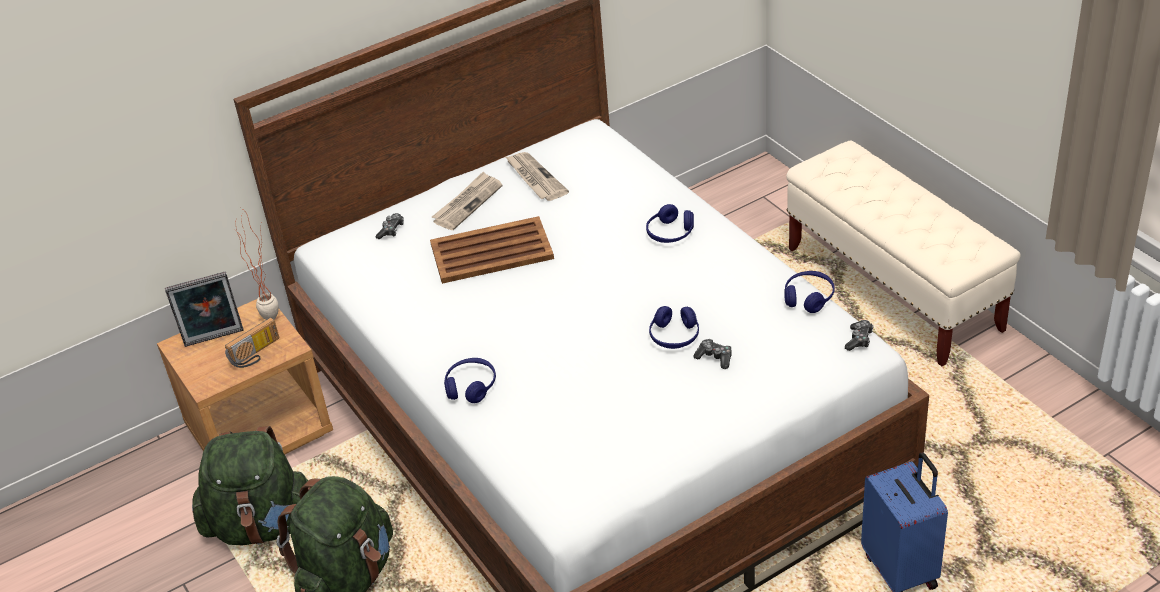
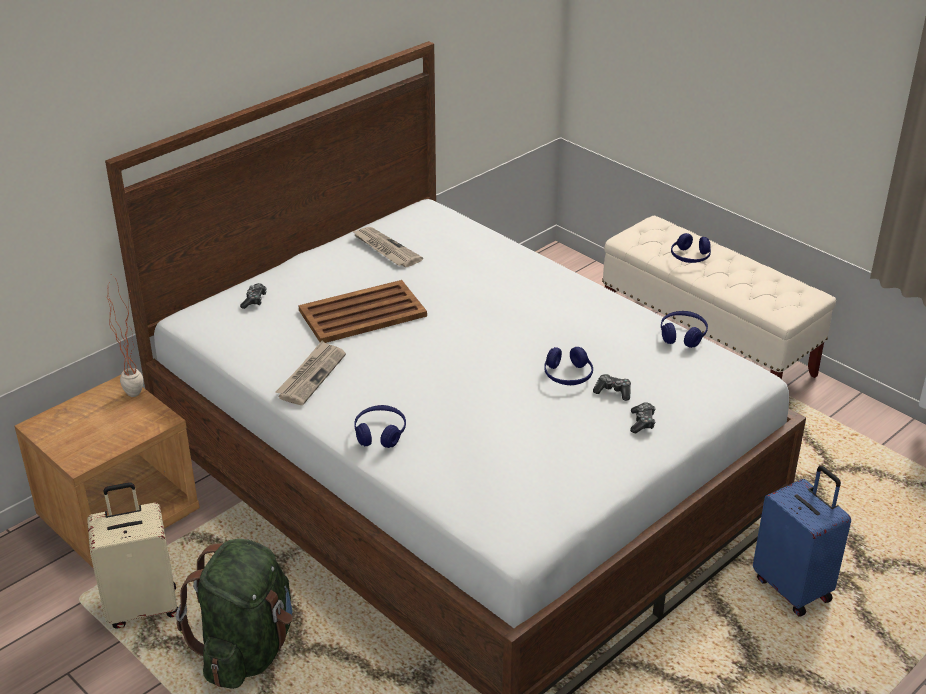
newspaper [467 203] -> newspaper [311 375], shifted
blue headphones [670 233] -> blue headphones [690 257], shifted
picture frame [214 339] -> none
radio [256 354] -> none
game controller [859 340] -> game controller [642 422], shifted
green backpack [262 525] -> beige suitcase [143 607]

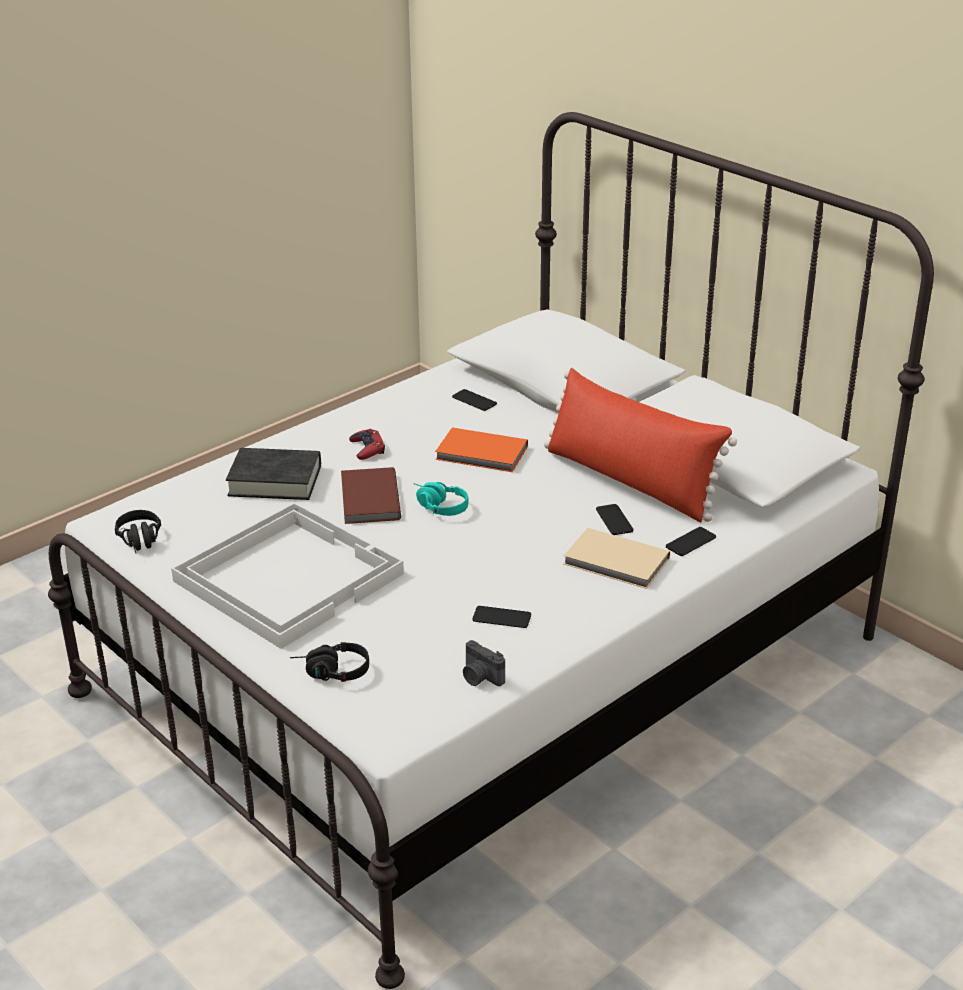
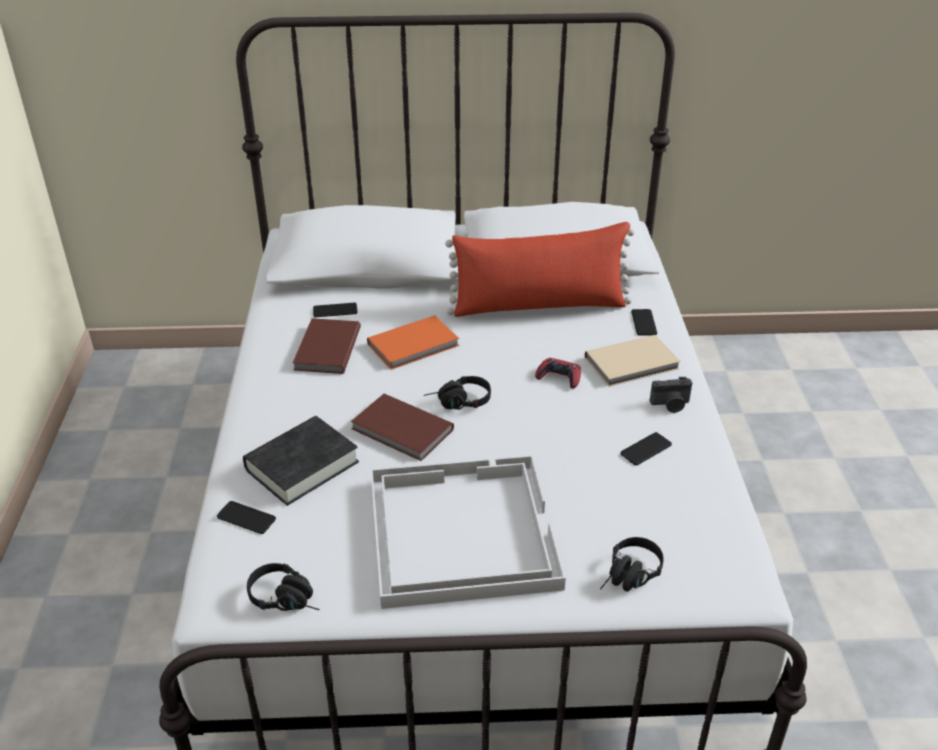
red game controller [367 448] -> red game controller [559 377], shifted
turquoise headphones [436 506] -> black headphones [458 403]
phone [614 520] -> phone [246 518], shifted
photo camera [480 677] -> photo camera [670 405], shifted
none -> brown book [325 349]

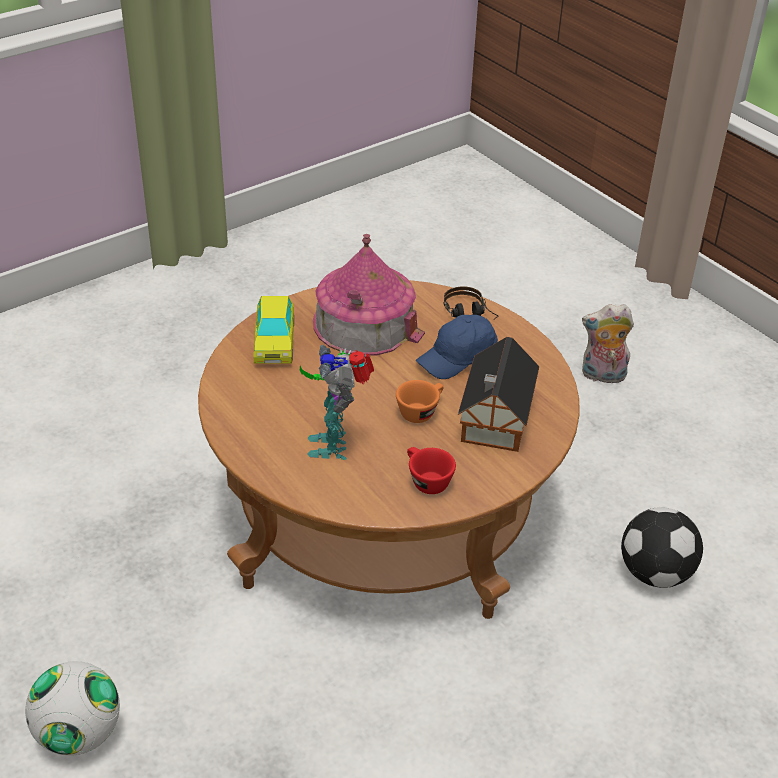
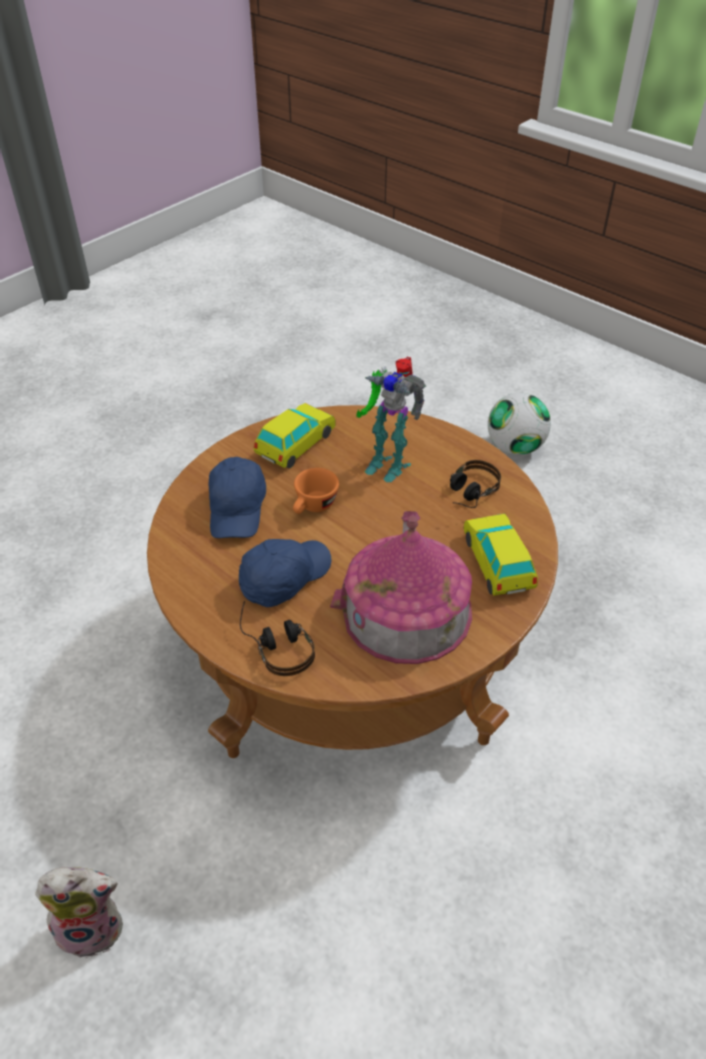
toy house [494 421] -> blue cap [237 509]
toy robot [334 444] -> toy robot [387 463], 135 degrees clockwise
red cup [426 480] -> toy car [295 444]
football [655 574] -> none
none -> headphones [467 494]

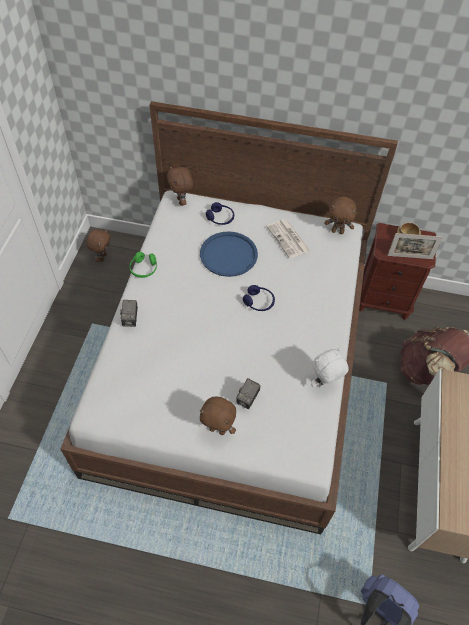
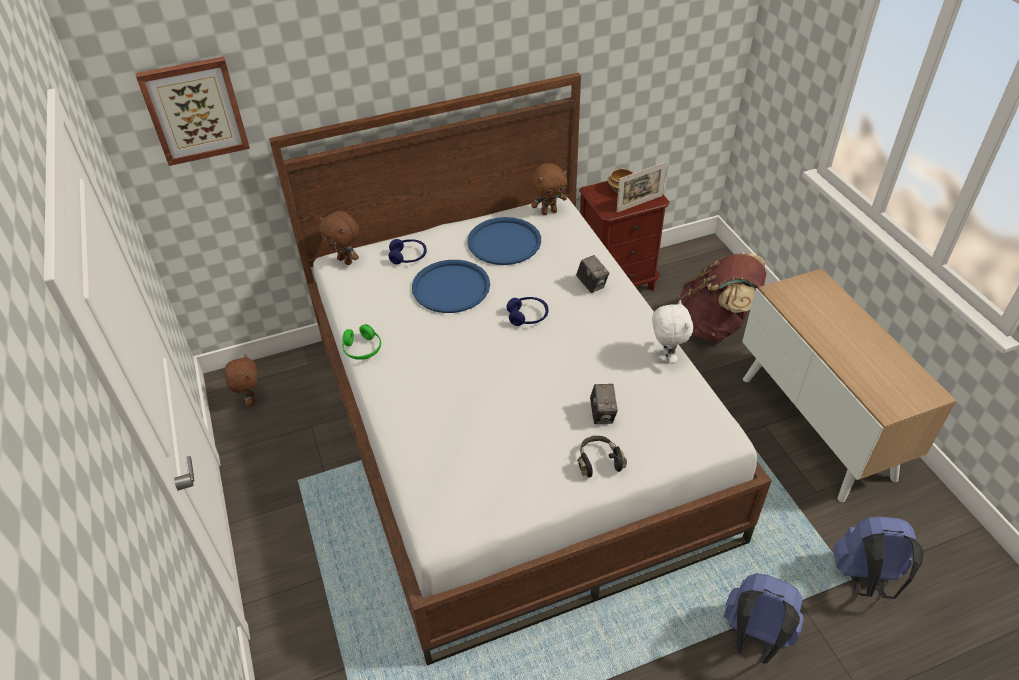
newspaper [288 239] -> blue tray [504 242]
photo camera [130 319] -> photo camera [591 284], shifted
white plush toy [324 384] -> white plush toy [666 356], 150 degrees clockwise
brown plush toy [218 429] -> black headphones [599 462]
none -> picture [195 110]
none -> blue backpack [755 637]

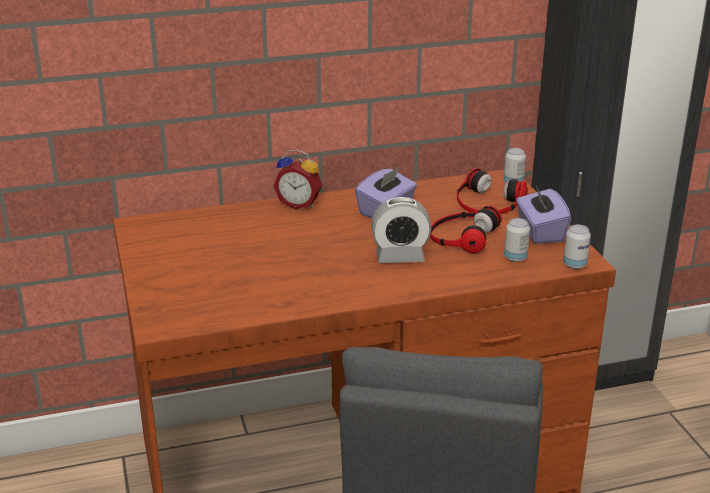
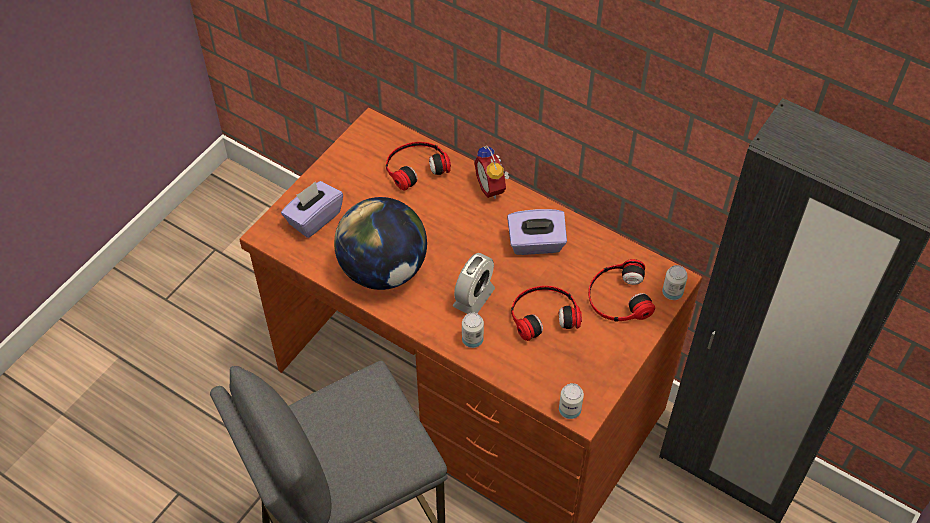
purple tissue box [540 232] -> purple tissue box [314 218], shifted
alarm clock [400 257] -> alarm clock [474 297], 105 degrees counterclockwise
can [515 258] -> can [472 340], shifted
none -> headphones [415 166]
none -> globe [383 270]

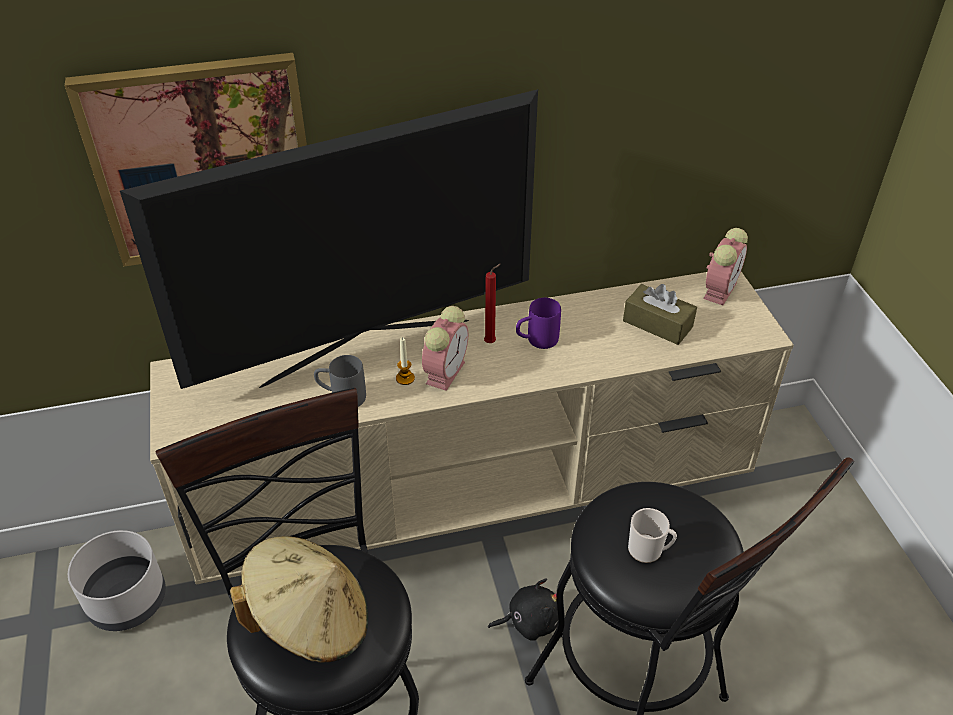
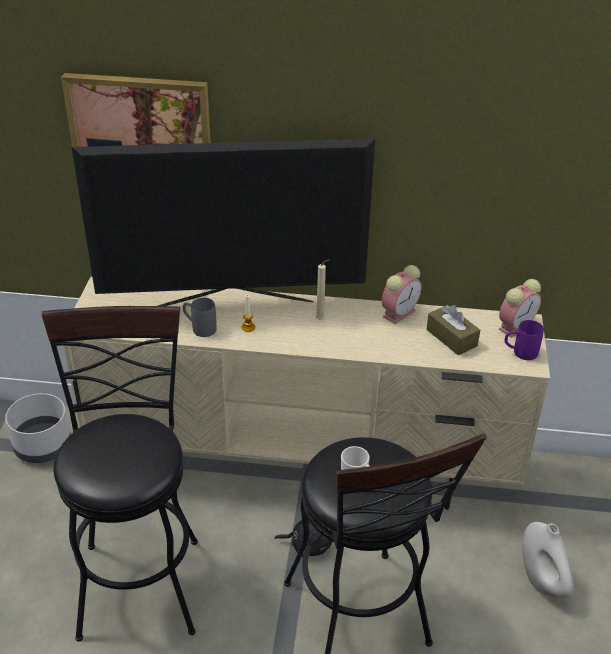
red candle [491 342] -> beige candle [321 320]
purple mug [536 341] -> purple mug [519 353], shifted
alarm clock [445 371] -> alarm clock [399 312], shifted
beige hat [311 620] -> none
none -> white vase [541 581]

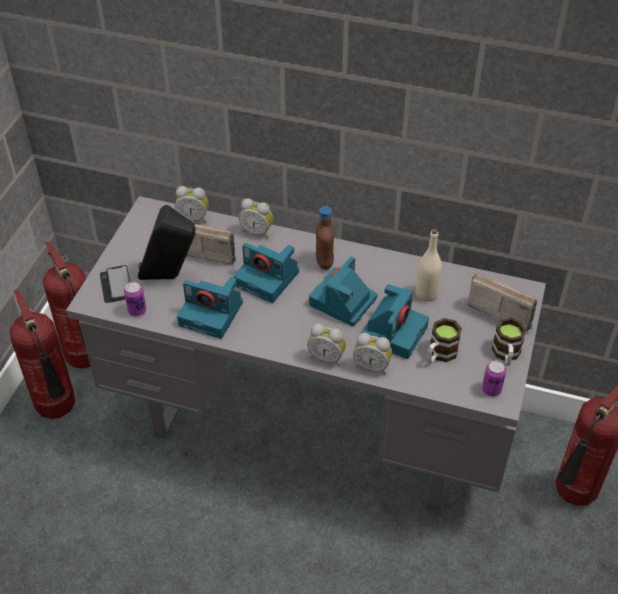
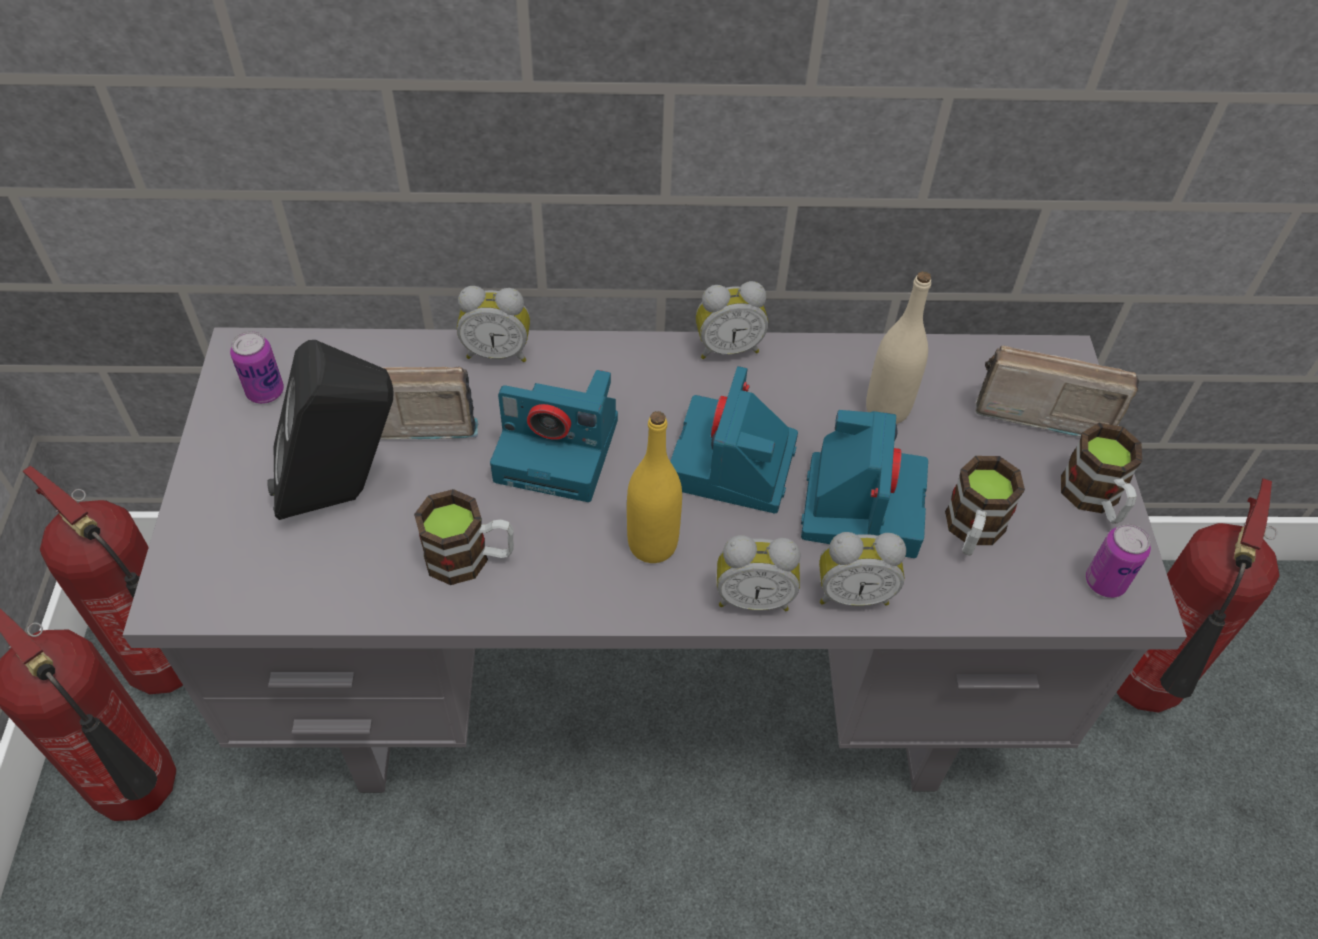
alarm clock [193 218] -> alarm clock [727 347], shifted
brown bottle [324 262] -> none
phone [116 285] -> none
photo camera [212 314] -> mug [470 558]
can [137 311] -> can [265 392], shifted
none -> yellow bottle [652 544]

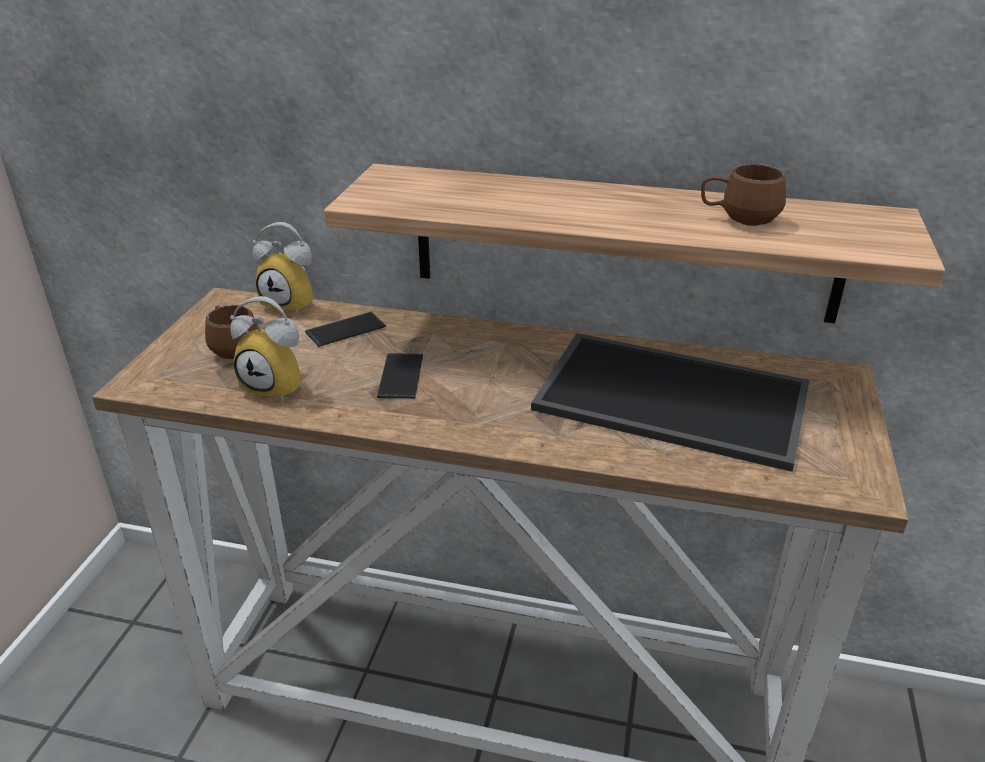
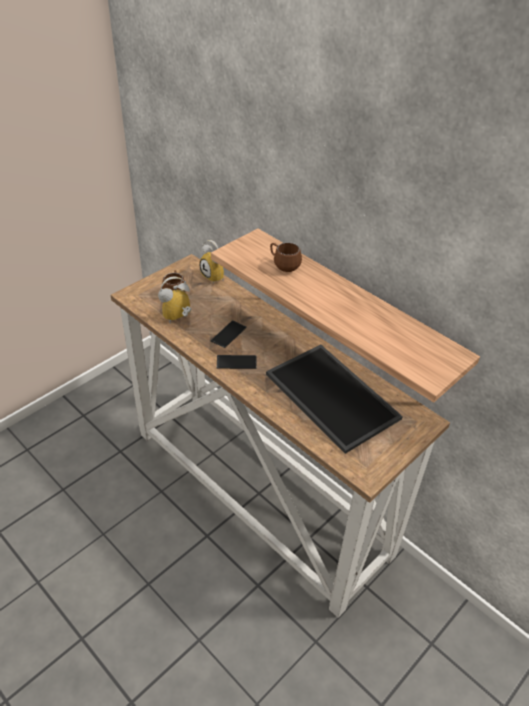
brown mug [738 220] -> brown mug [283 265], shifted
alarm clock [279 386] -> alarm clock [178 319], 90 degrees clockwise
phone [345 330] -> phone [236 362], shifted

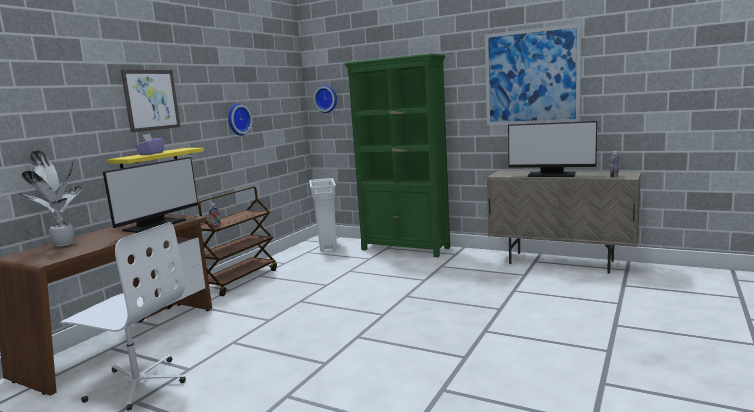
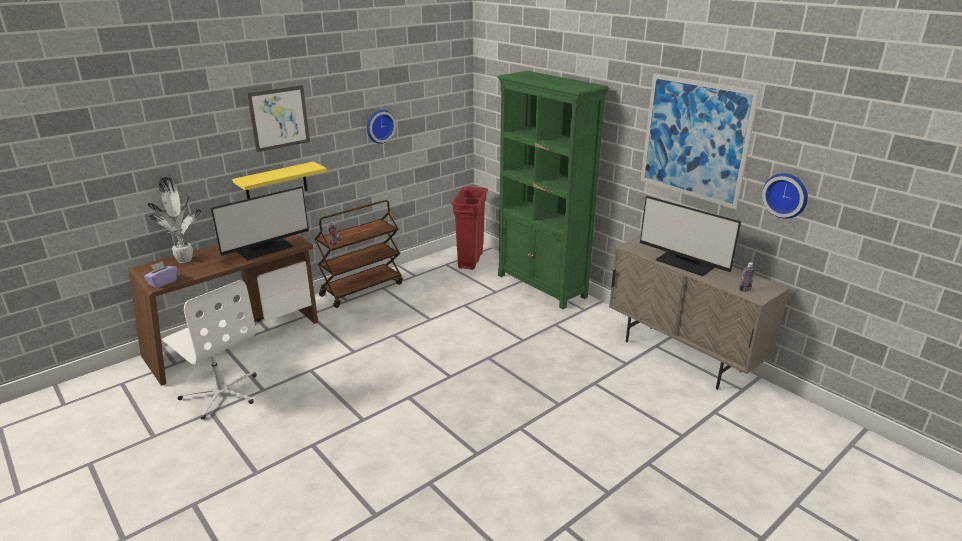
wall clock [326 98] -> wall clock [786 195], shifted
purple tissue box [151 153] -> purple tissue box [163 282], shifted
white trash can [327 246] -> red trash can [470 261]

